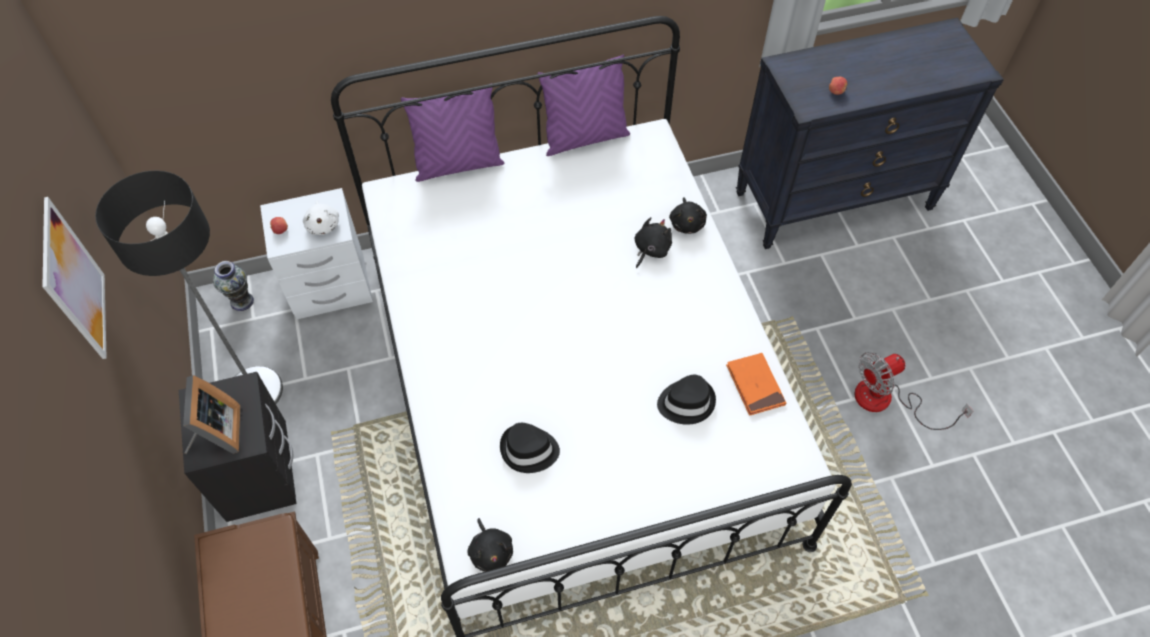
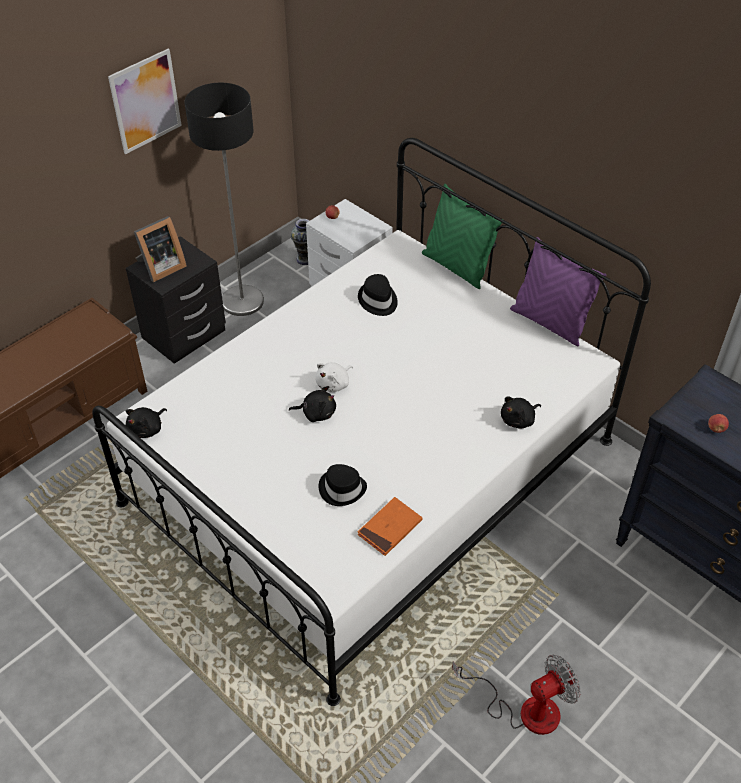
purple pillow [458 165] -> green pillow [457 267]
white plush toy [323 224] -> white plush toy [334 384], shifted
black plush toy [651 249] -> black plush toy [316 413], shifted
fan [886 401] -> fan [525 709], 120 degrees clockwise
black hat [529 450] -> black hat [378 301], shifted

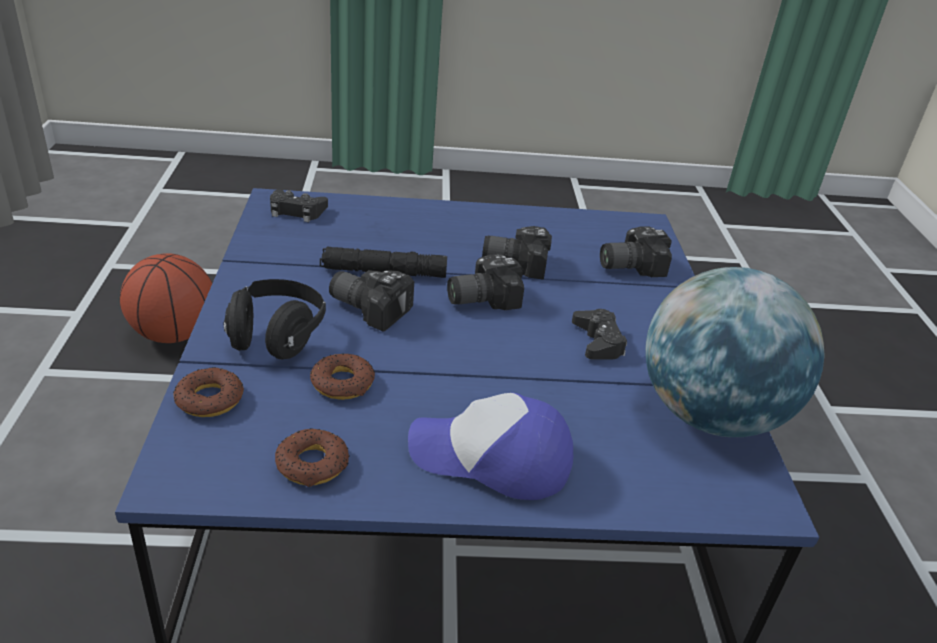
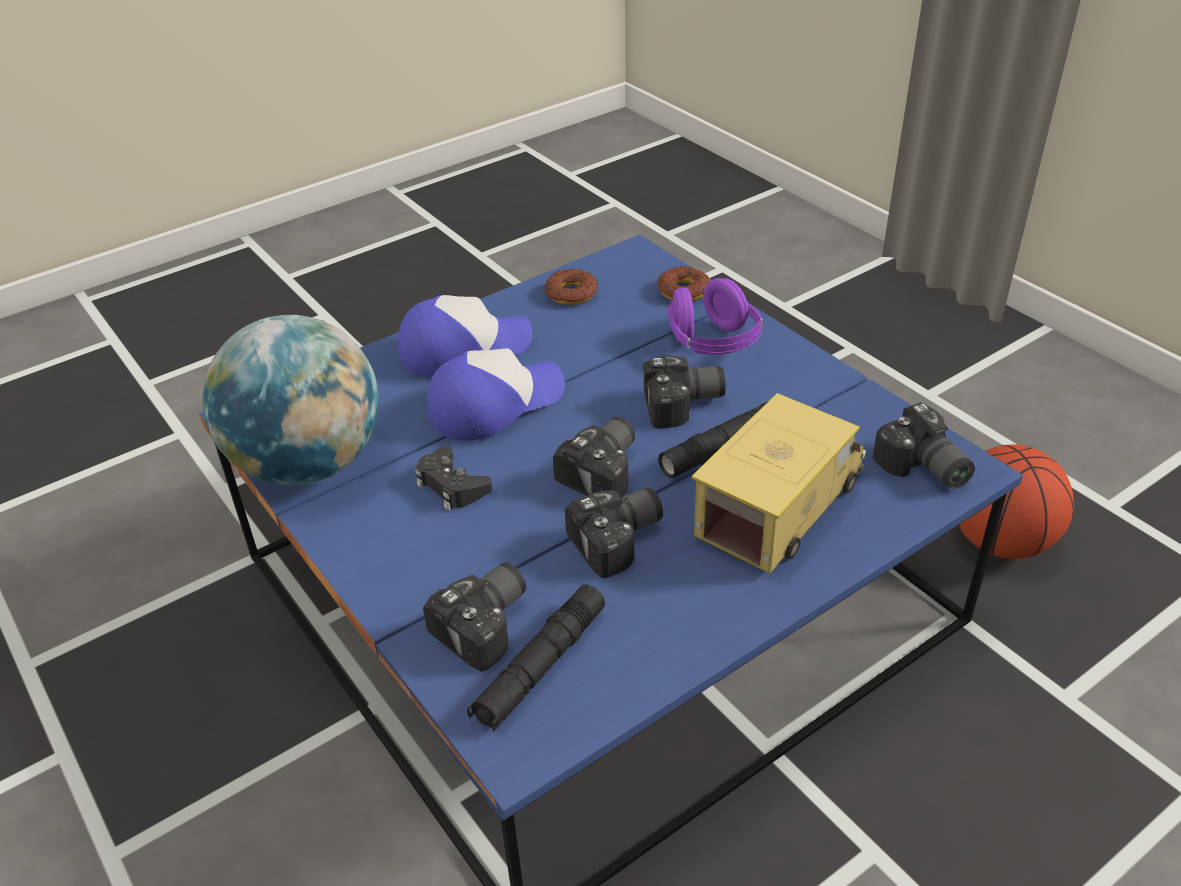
black game controller [296 211] -> photo camera [922 469]
black headphones [276 336] -> purple headphones [712 344]
donut [343 383] -> none
none -> cap [495 404]
none -> toy truck [778 507]
none -> black flashlight [540 666]

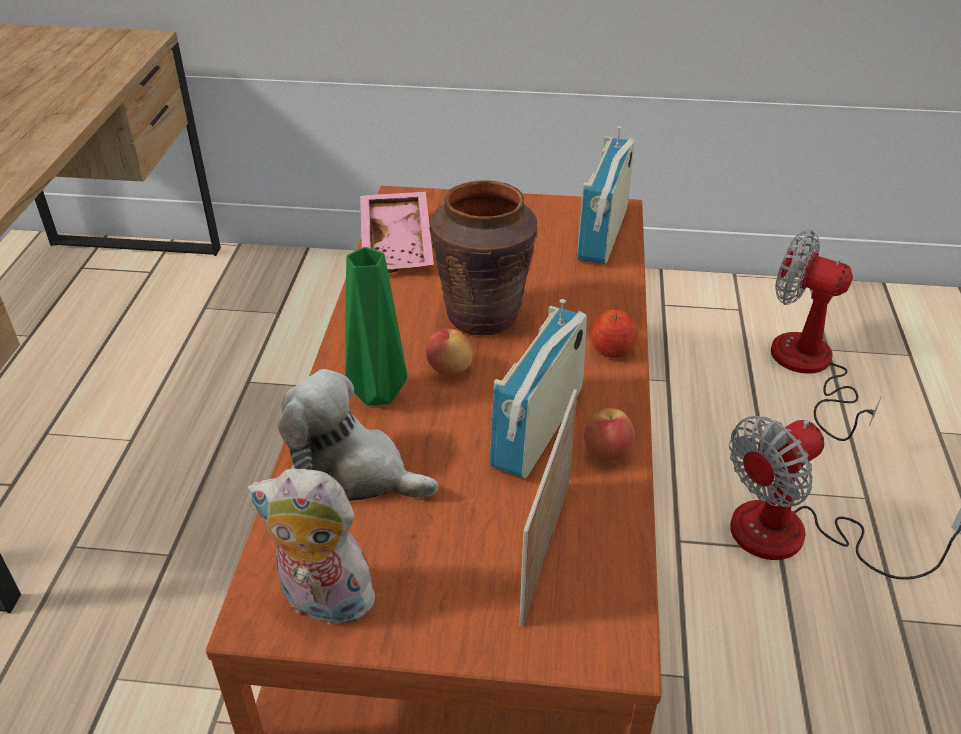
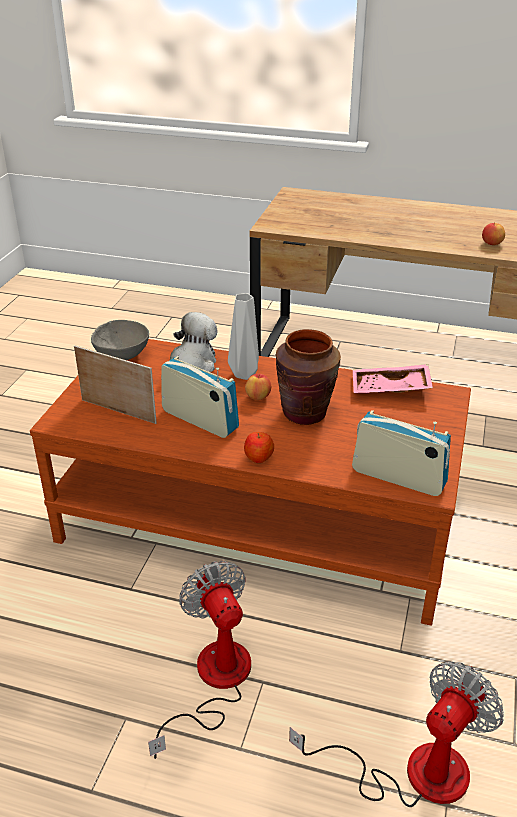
green vase [375 395] -> grey vase [244 373]
apple [607 452] -> apple [491 244], shifted
plush toy [322 601] -> grey bowl [122 356]

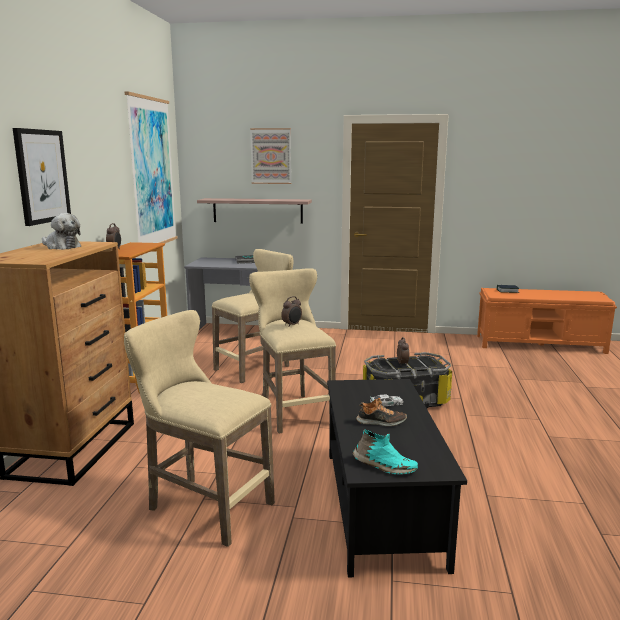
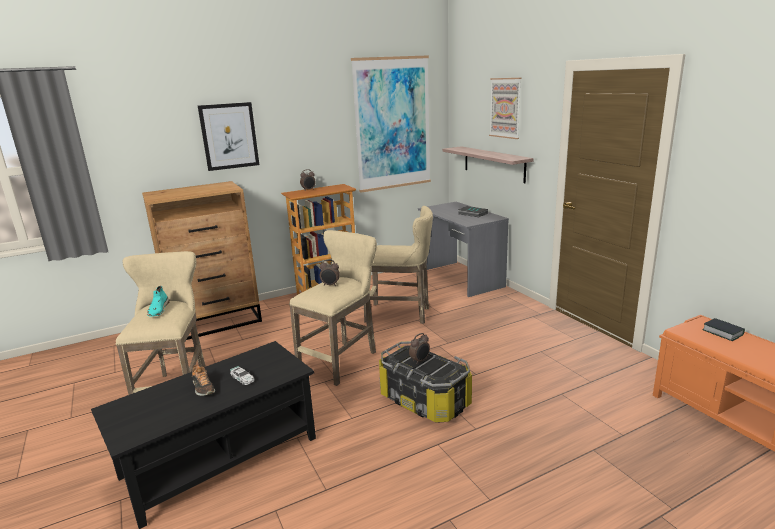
plush toy [61 247] -> none
turquoise shoe [383 466] -> turquoise shoe [158 310], shifted

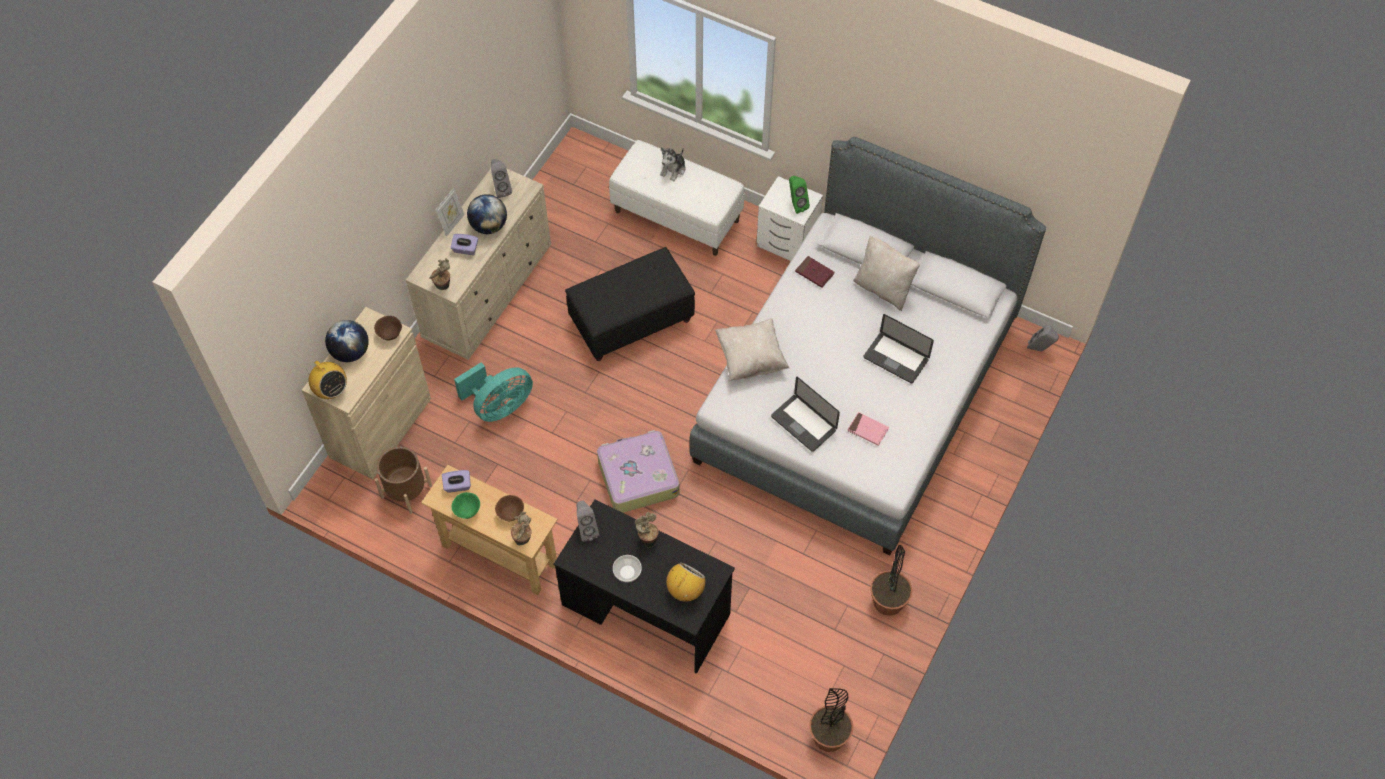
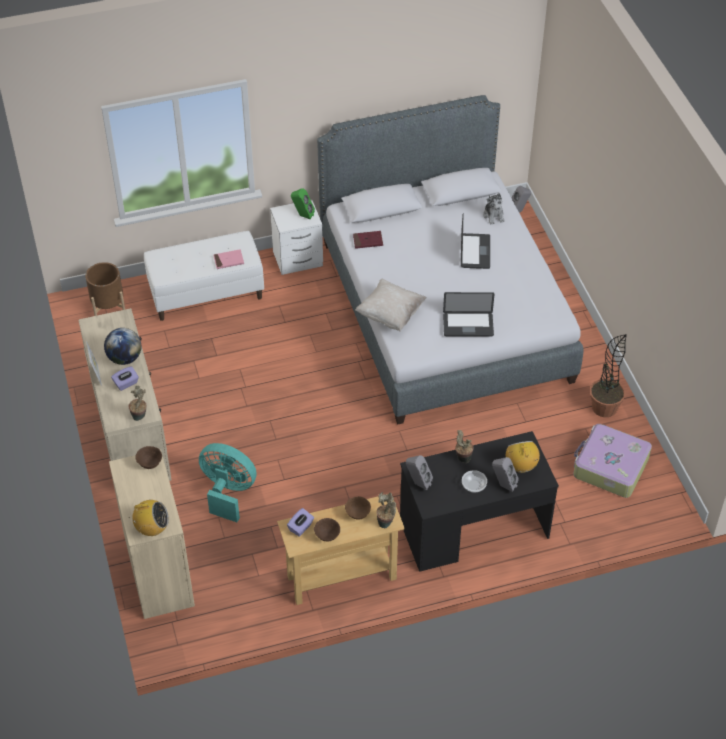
plush toy [673 169] -> plush toy [493 215], shifted
grey speaker [501 189] -> grey speaker [503 485], shifted
beige pillow [883 288] -> none
black ottoman [632 320] -> none
laptop [896 358] -> laptop [475 252], 75 degrees counterclockwise
globe [350 352] -> none
turquoise fan [499 406] -> turquoise fan [228 492], 75 degrees counterclockwise
pink book [868 430] -> pink book [228 260], shifted
suitcase [637 477] -> suitcase [609 467], shifted
brown planter [406 491] -> brown planter [108 306], shifted
green bowl [467 511] -> brown bowl [327 536]
potted plant [828 736] -> none

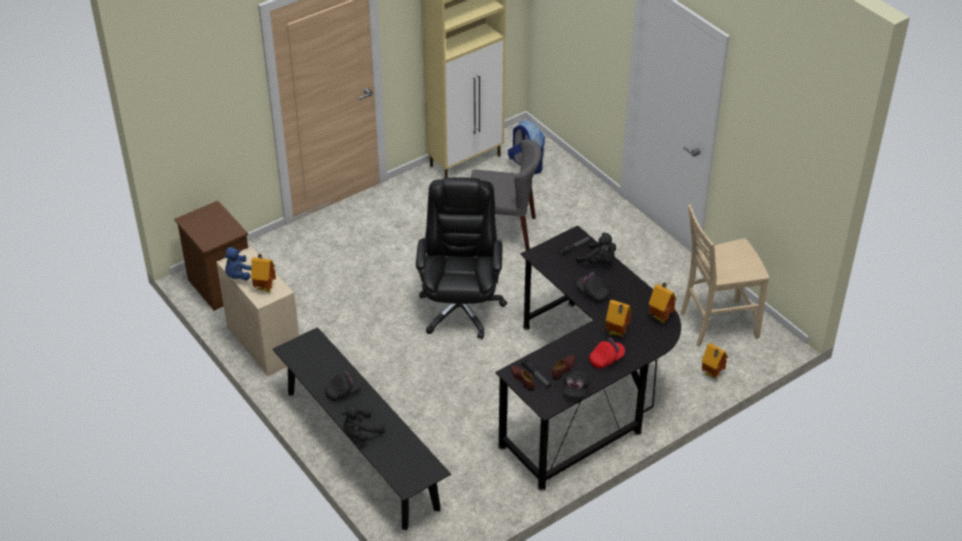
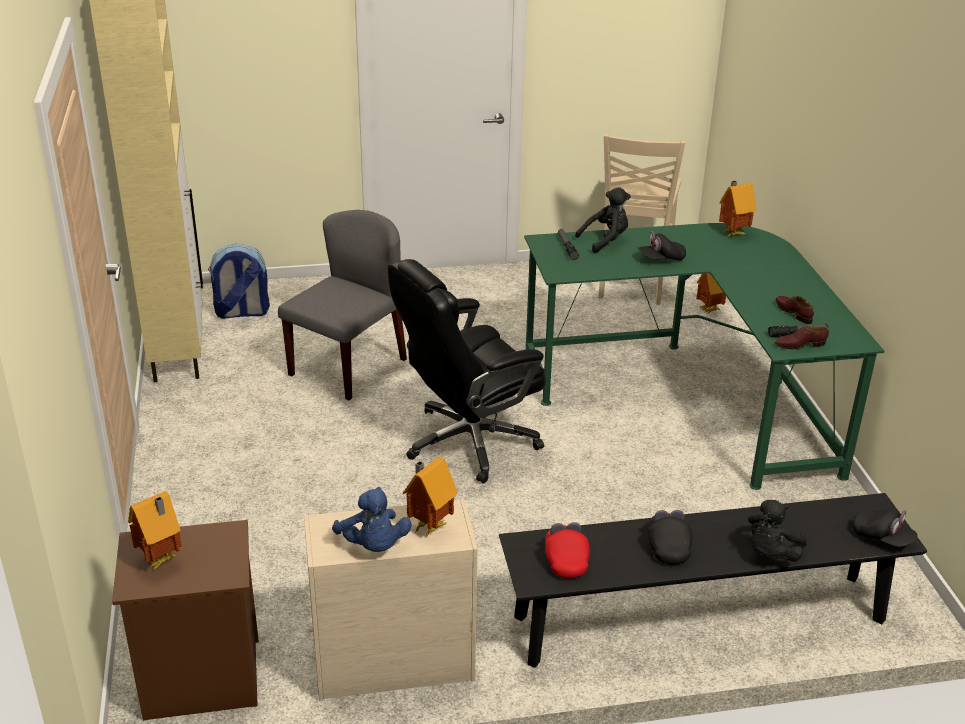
black office chair [461 308] -> black office chair [468 442], 60 degrees counterclockwise
black desk [586 393] -> green desk [692 395]
toy house [616 334] -> toy house [161 561], shifted
red cap [606 359] -> red cap [565 560], shifted
black cap [575 389] -> black cap [882 538], shifted
black plush toy [360 434] -> black plush toy [771 554], 45 degrees clockwise

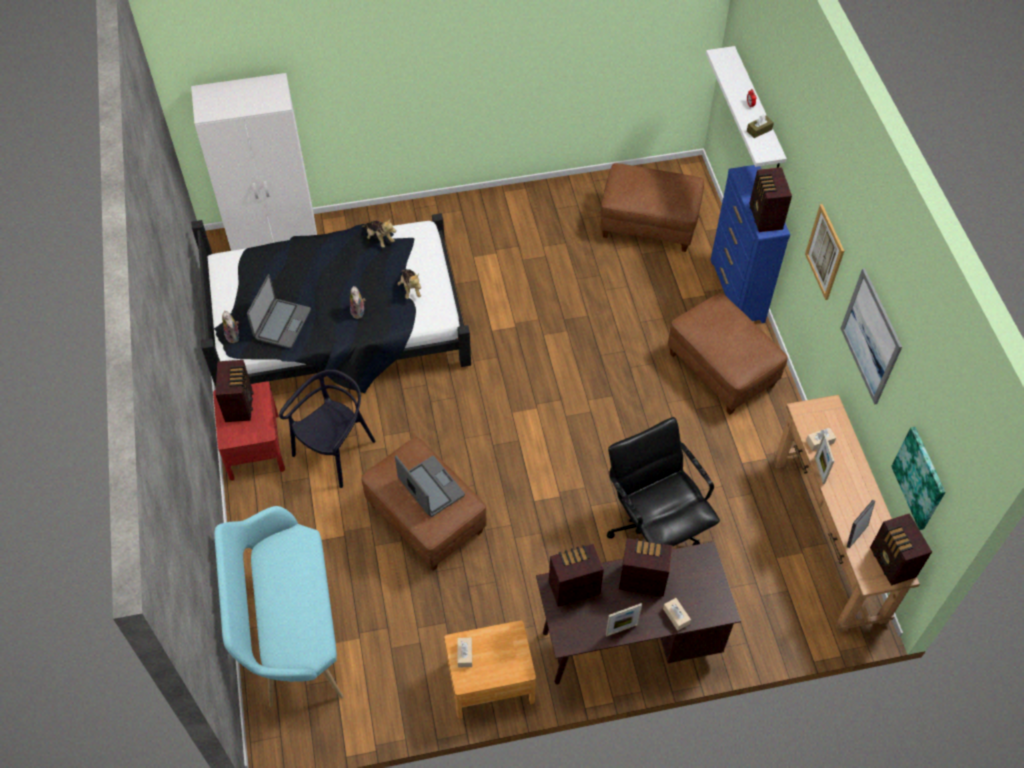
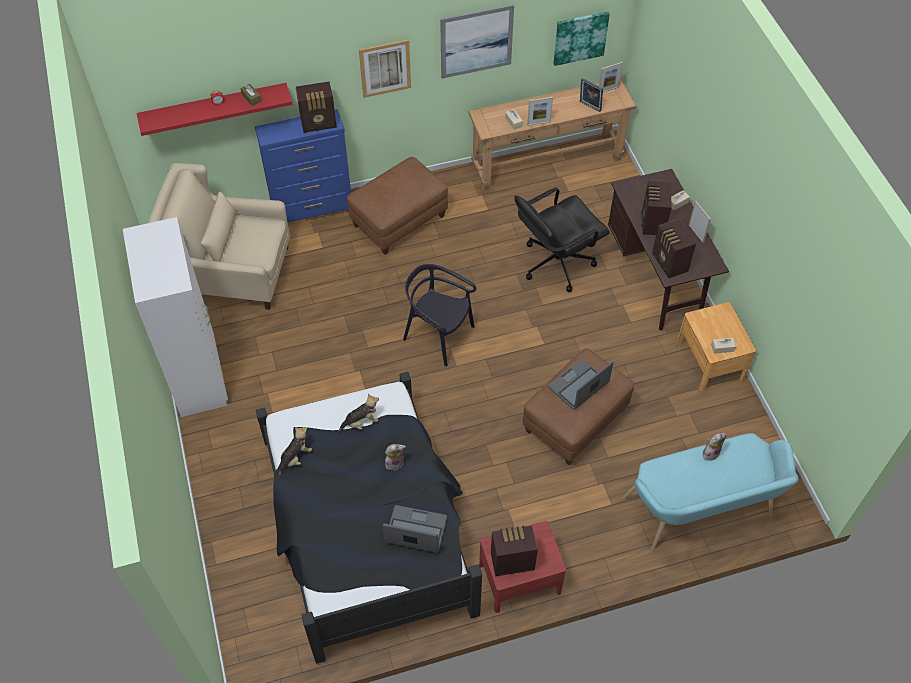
white shelf [757 111] -> red shelf [214 107]
white wardrobe [276 239] -> white wardrobe [198 375], shifted
brown ottoman [649 225] -> beige armchair [233 272]
plush toy [234 336] -> plush toy [710 452], shifted
black chair [335 451] -> black chair [438 335], shifted
radio [892 563] -> picture frame [608 90]

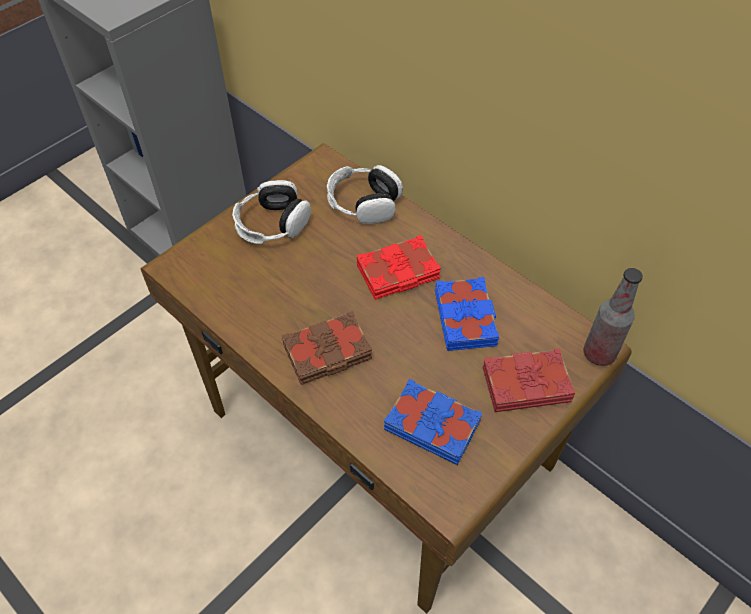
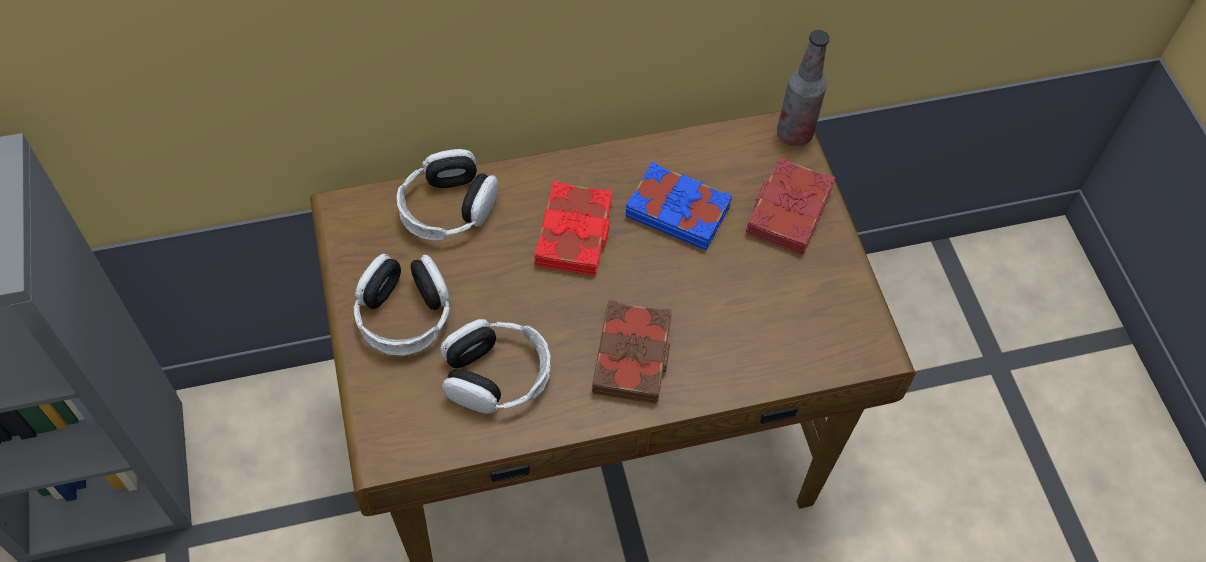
blue book [432 424] -> none
none -> headphones [497 375]

